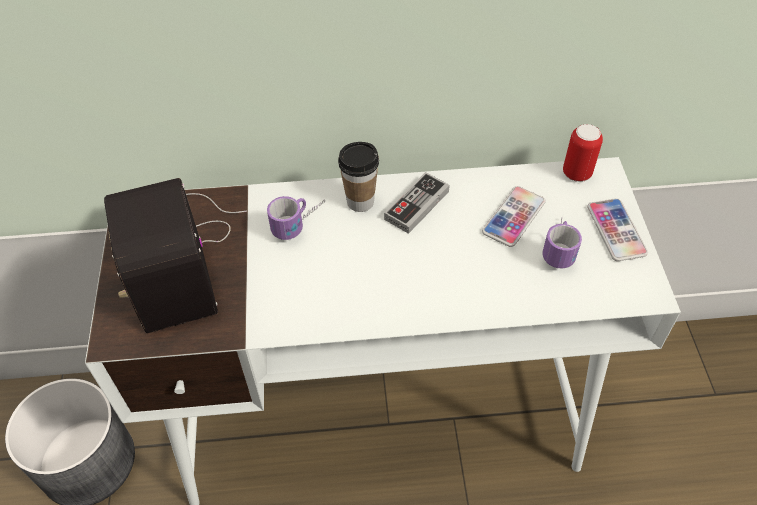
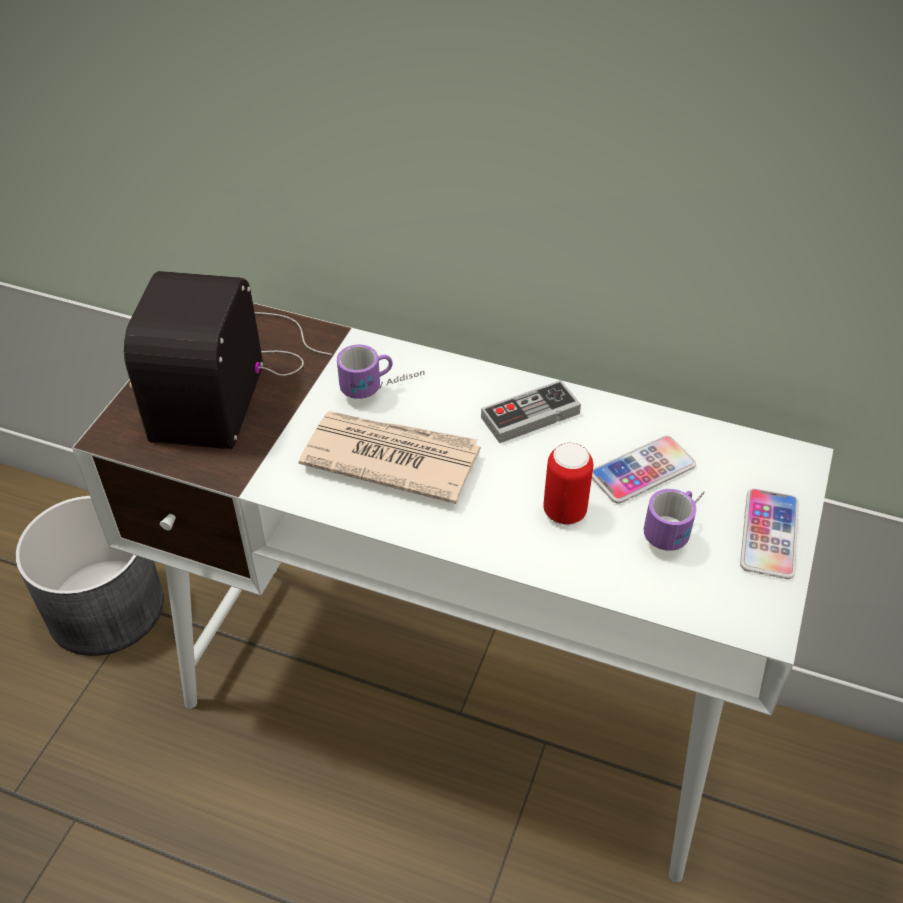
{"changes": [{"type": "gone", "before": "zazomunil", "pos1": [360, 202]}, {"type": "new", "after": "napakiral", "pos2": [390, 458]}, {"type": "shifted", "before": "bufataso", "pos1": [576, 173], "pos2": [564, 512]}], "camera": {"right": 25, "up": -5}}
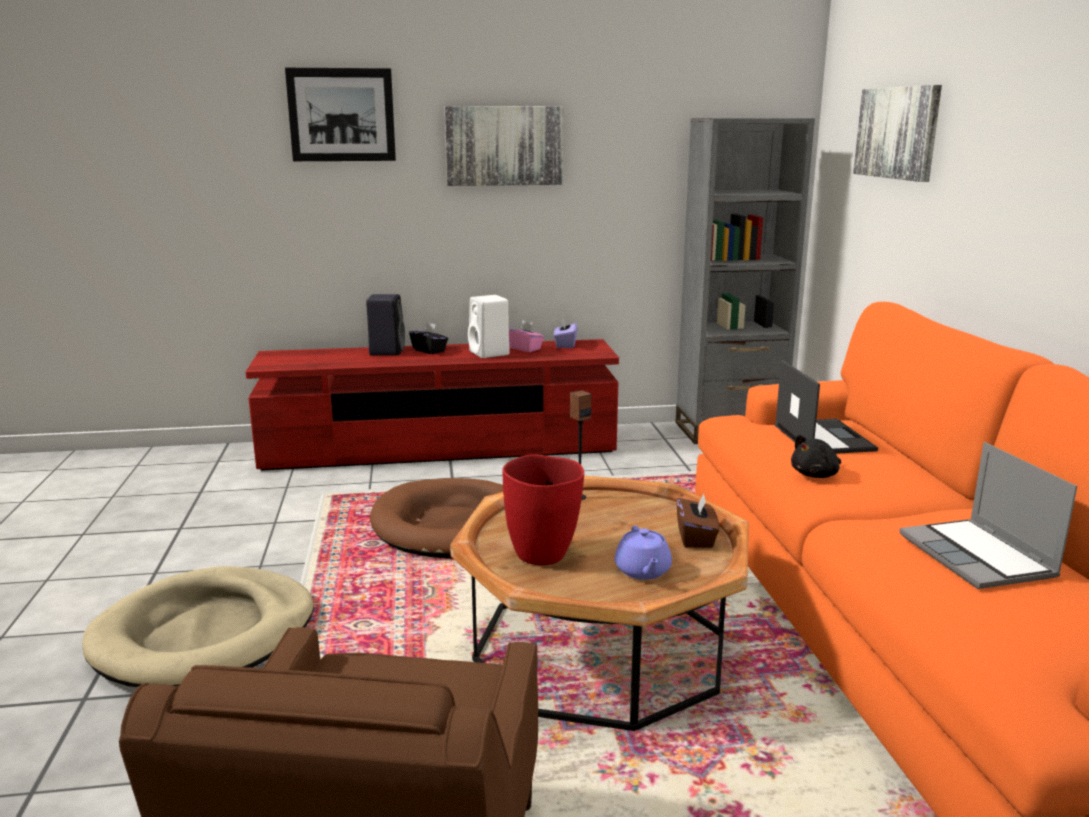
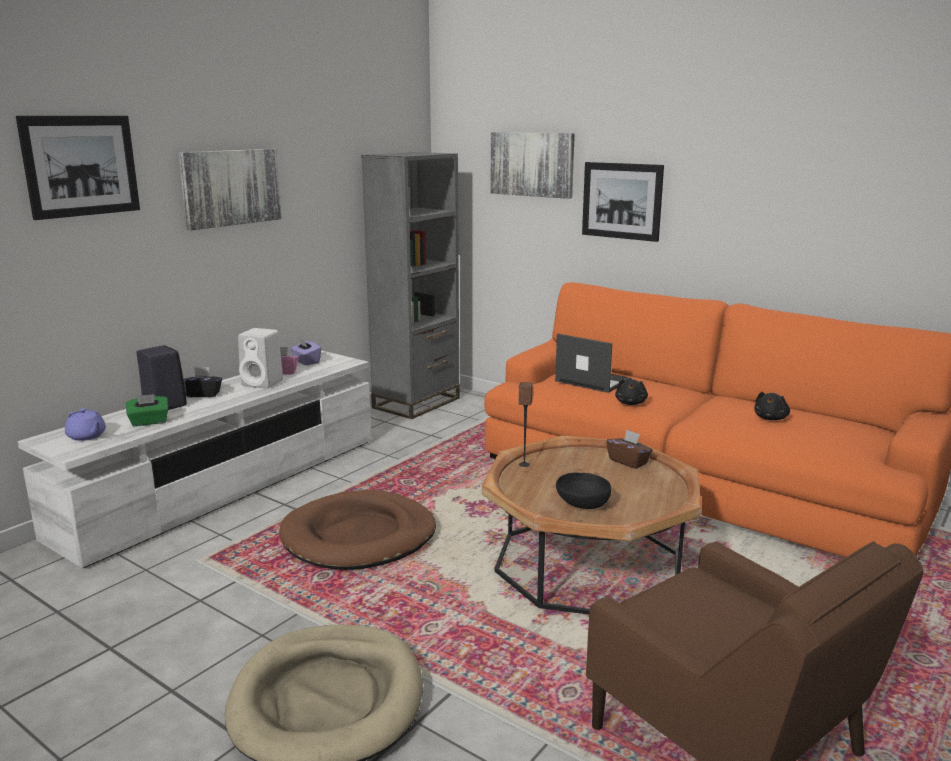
{"changes": [{"type": "new", "after": "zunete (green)", "pos2": [149, 422]}, {"type": "new", "after": "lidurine", "pos2": [621, 201]}, {"type": "shifted", "before": "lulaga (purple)", "pos1": [643, 571], "pos2": [87, 436]}, {"type": "swapped", "before": "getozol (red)", "after": "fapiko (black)", "pos1": [542, 554], "pos2": [582, 504]}, {"type": "swapped", "before": "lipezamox", "after": "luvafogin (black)", "pos1": [978, 557], "pos2": [771, 418]}, {"type": "repainted", "before": "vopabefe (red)", "after": "vopabefe (white)", "pos1": [440, 448], "pos2": [227, 486]}], "camera": {"right": -45, "up": 0}}
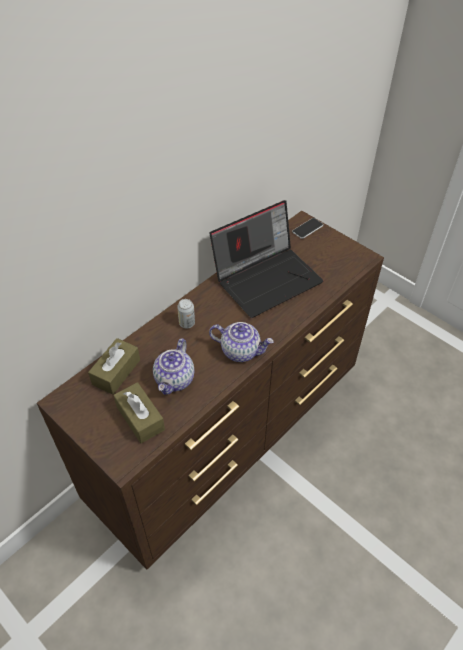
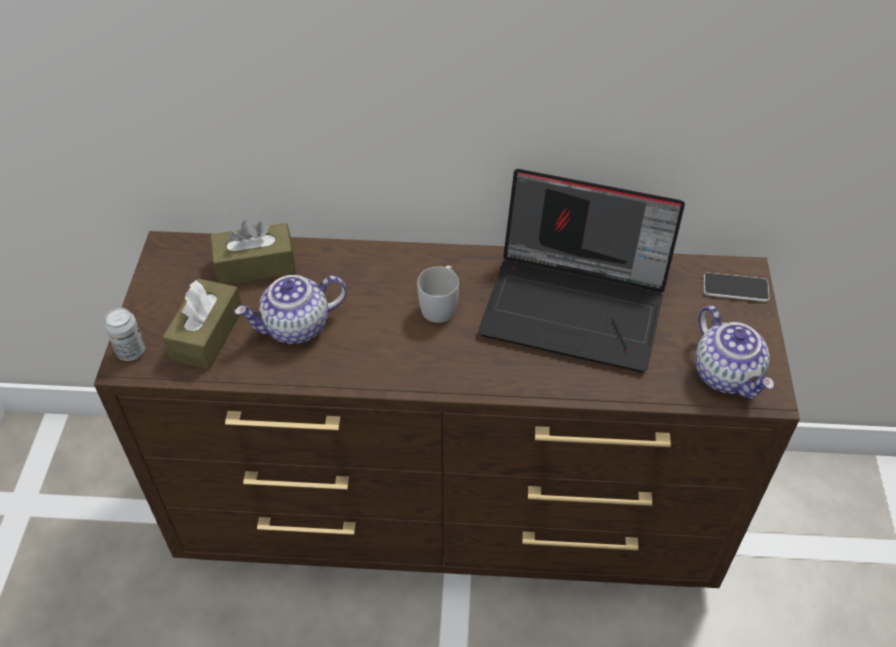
{"changes": [{"type": "new", "after": "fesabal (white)", "pos2": [441, 304]}, {"type": "shifted", "before": "bufataso", "pos1": [187, 323], "pos2": [131, 351]}, {"type": "shifted", "before": "lulaga", "pos1": [241, 351], "pos2": [727, 375]}], "camera": {"right": 50, "up": 0}}
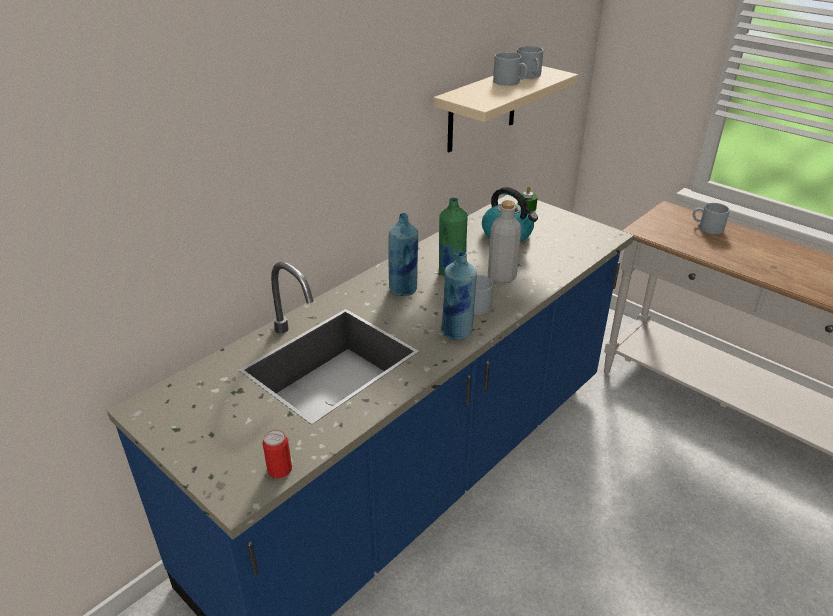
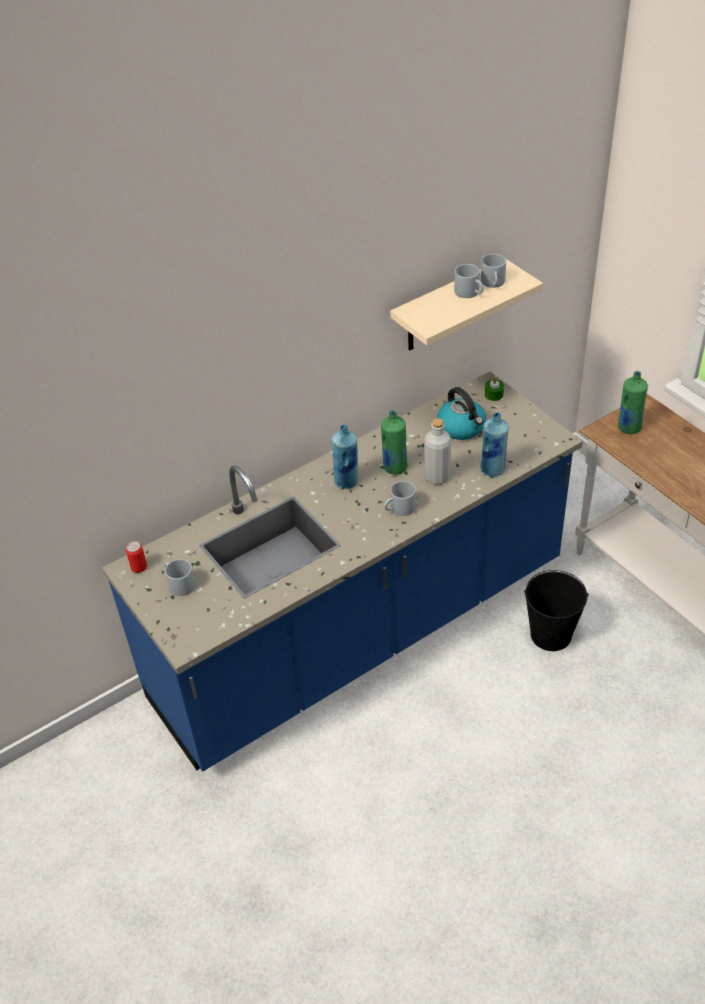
{"changes": [{"type": "new", "after": "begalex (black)", "pos2": [551, 635]}, {"type": "new", "after": "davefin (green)", "pos2": [628, 427]}, {"type": "shifted", "before": "bufataso", "pos1": [279, 470], "pos2": [139, 567]}, {"type": "shifted", "before": "davefin (blue)", "pos1": [457, 332], "pos2": [493, 469]}, {"type": "shifted", "before": "fesabal (grey)", "pos1": [706, 227], "pos2": [178, 584]}], "camera": {"right": 15, "up": 10}}
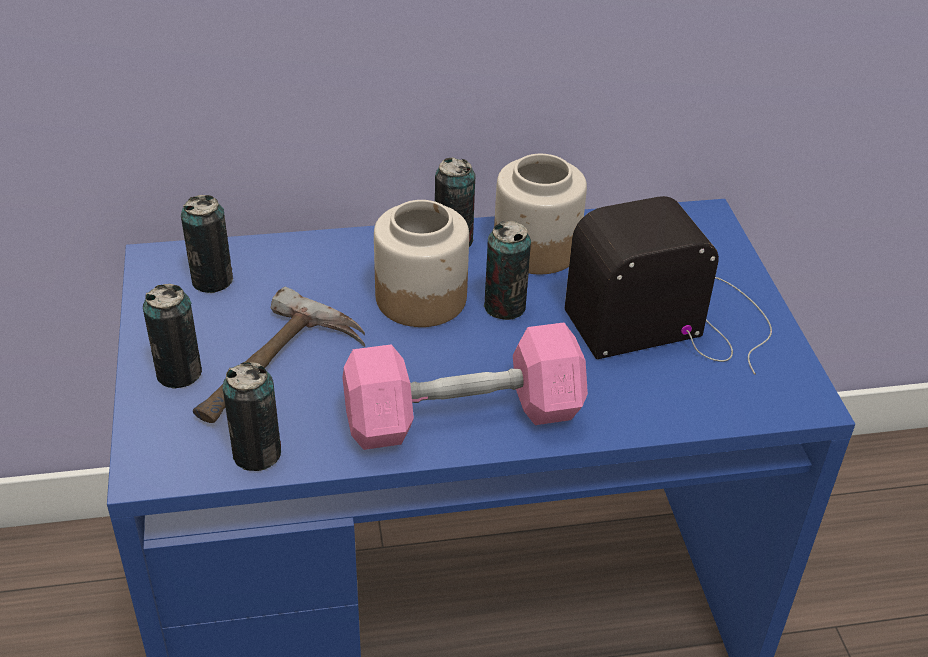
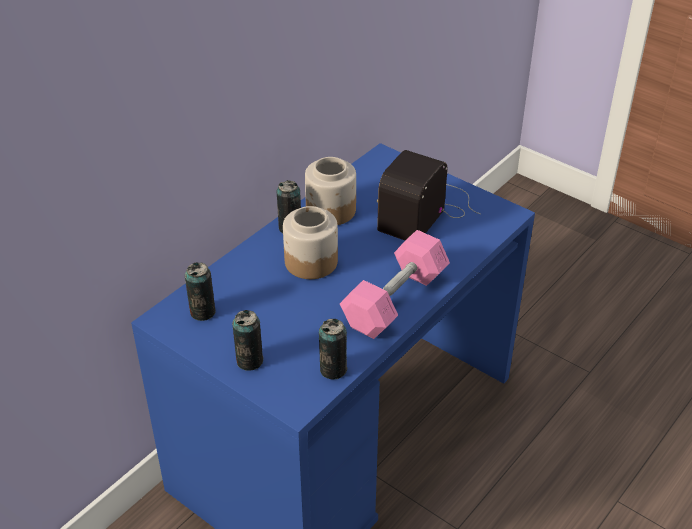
{"changes": [{"type": "gone", "before": "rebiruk", "pos1": [279, 372]}, {"type": "gone", "before": "bufataso", "pos1": [504, 307]}], "camera": {"right": -40, "up": 0}}
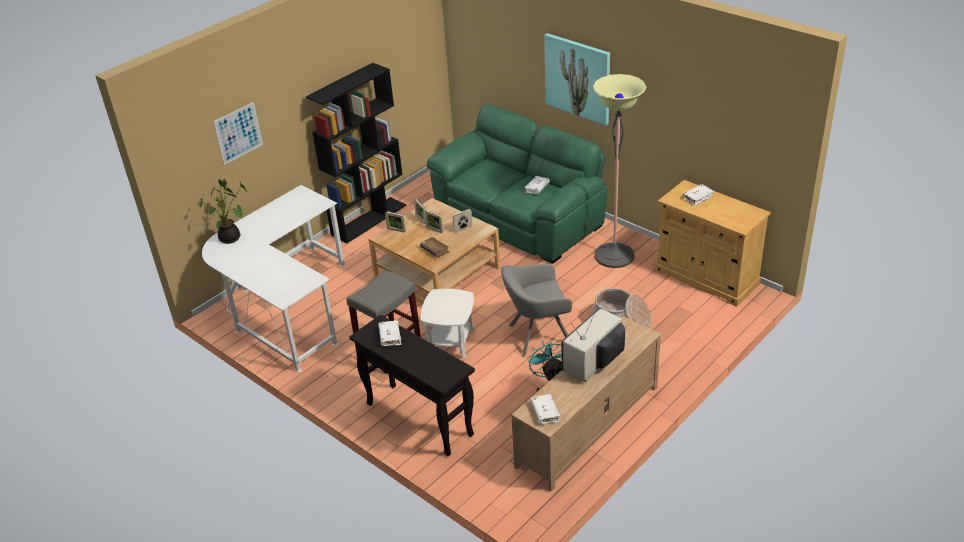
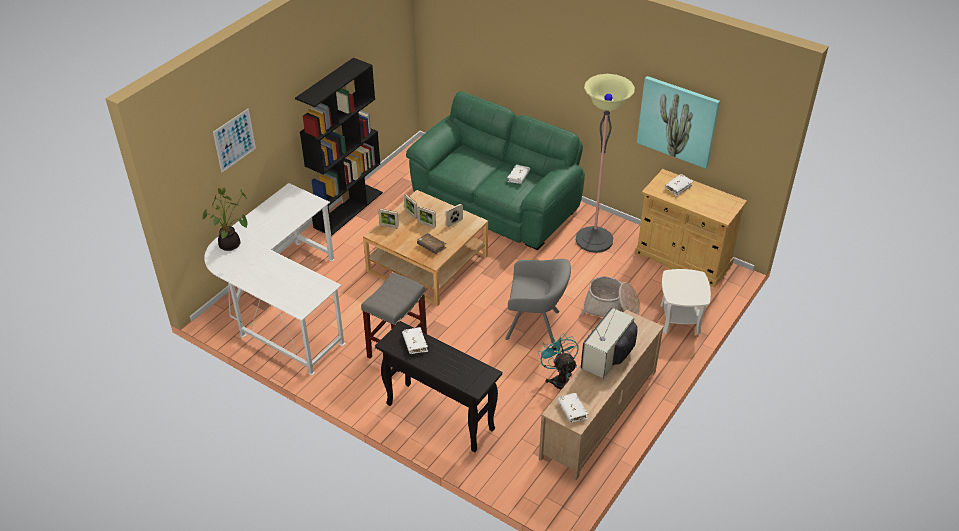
{"changes": [{"type": "shifted", "before": "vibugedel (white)", "pos1": [451, 343], "pos2": [680, 319]}, {"type": "shifted", "before": "lidurine", "pos1": [578, 78], "pos2": [678, 121]}, {"type": "rotated", "before": "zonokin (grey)", "pos1": [537, 335], "pos2": [536, 325], "turn": -150}], "camera": {"right": -10, "up": 5}}
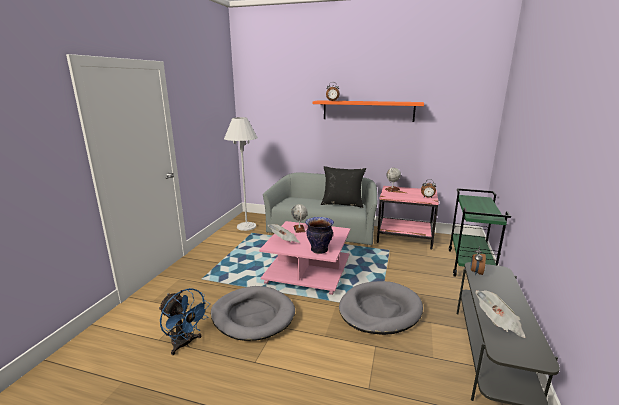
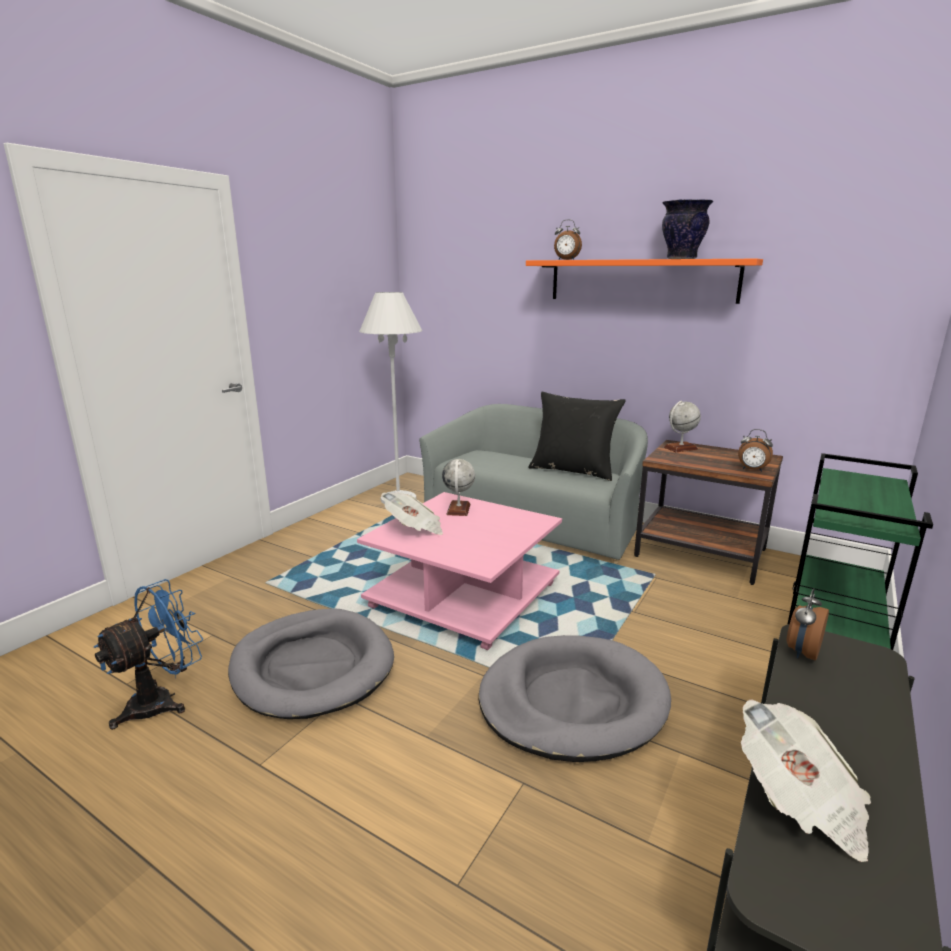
{"changes": [{"type": "shifted", "before": "getozol", "pos1": [319, 250], "pos2": [682, 259]}, {"type": "repainted", "before": "vibugedel (pink)", "after": "vibugedel (brown)", "pos1": [404, 237], "pos2": [701, 553]}, {"type": "rotated", "before": "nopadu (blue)", "pos1": [185, 344], "pos2": [162, 701], "turn": -105}], "camera": {"right": 15, "up": 0}}
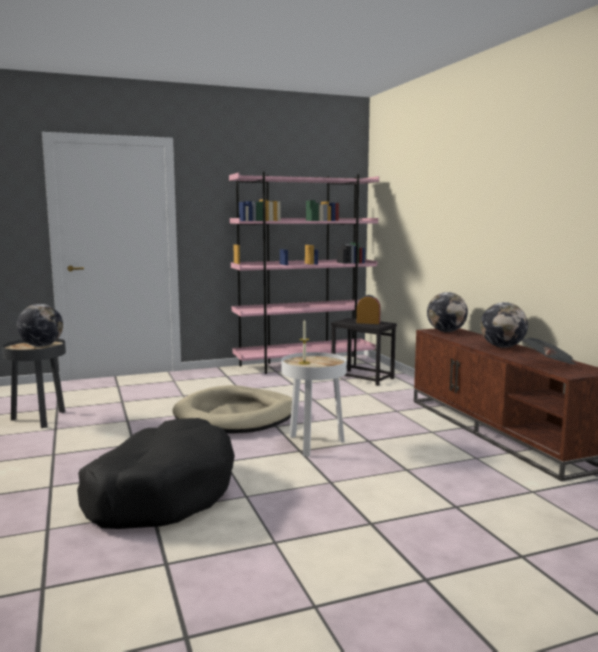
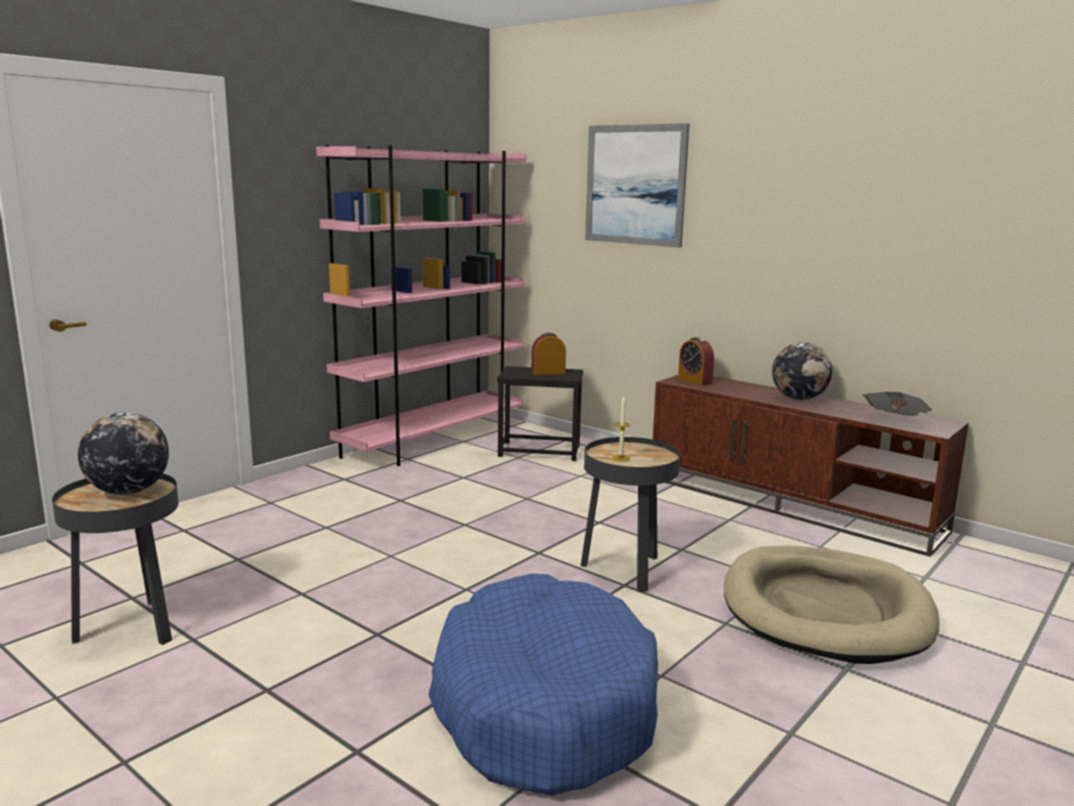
{"changes": [{"type": "new", "after": "lidurine", "pos2": [635, 185]}, {"type": "shifted", "before": "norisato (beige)", "pos1": [236, 416], "pos2": [825, 610]}, {"type": "swapped", "before": "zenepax", "after": "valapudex", "pos1": [446, 331], "pos2": [695, 381]}, {"type": "repainted", "before": "norisato (black)", "after": "norisato (blue)", "pos1": [160, 492], "pos2": [543, 706]}, {"type": "repainted", "before": "vibugedel (white)", "after": "vibugedel (black)", "pos1": [314, 444], "pos2": [626, 570]}], "camera": {"right": -30, "up": 5}}
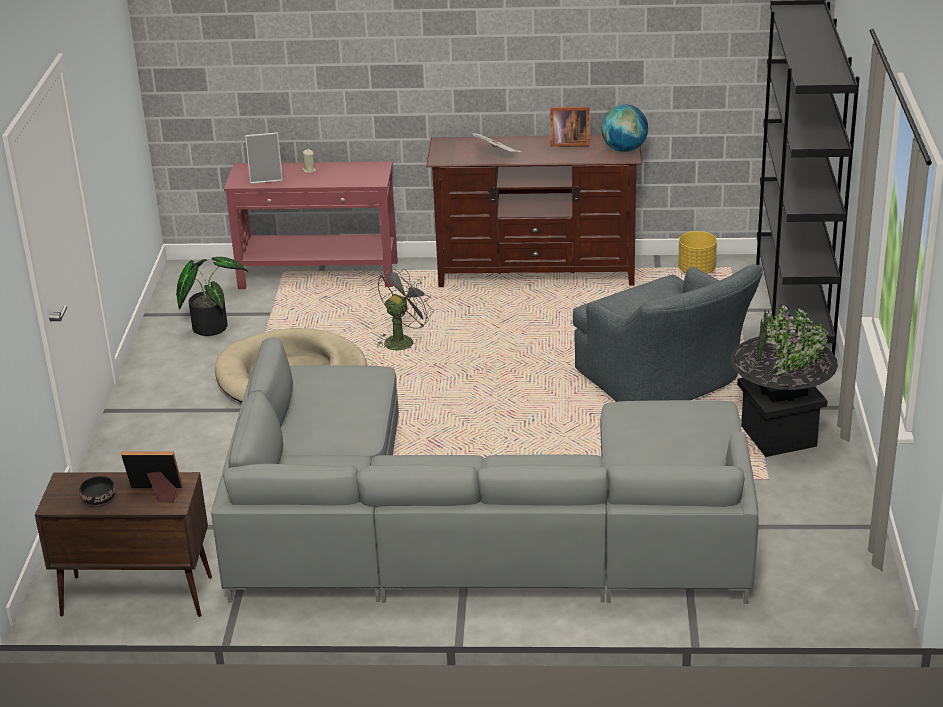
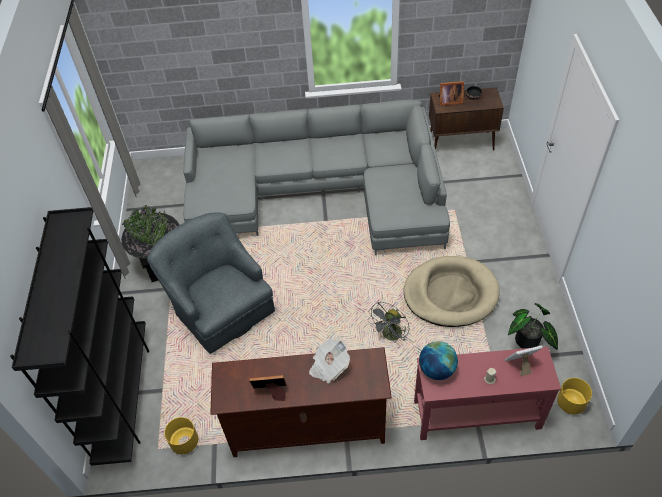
{"changes": [{"type": "new", "after": "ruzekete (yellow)", "pos2": [570, 403]}, {"type": "shifted", "before": "zenepax", "pos1": [624, 149], "pos2": [436, 369]}], "camera": {"right": 175, "up": 20}}
